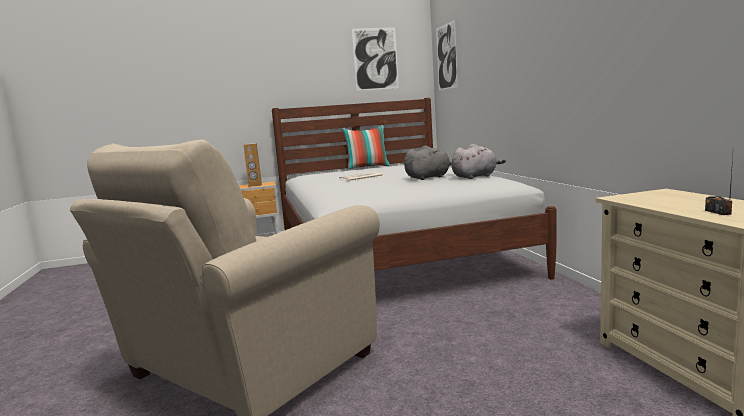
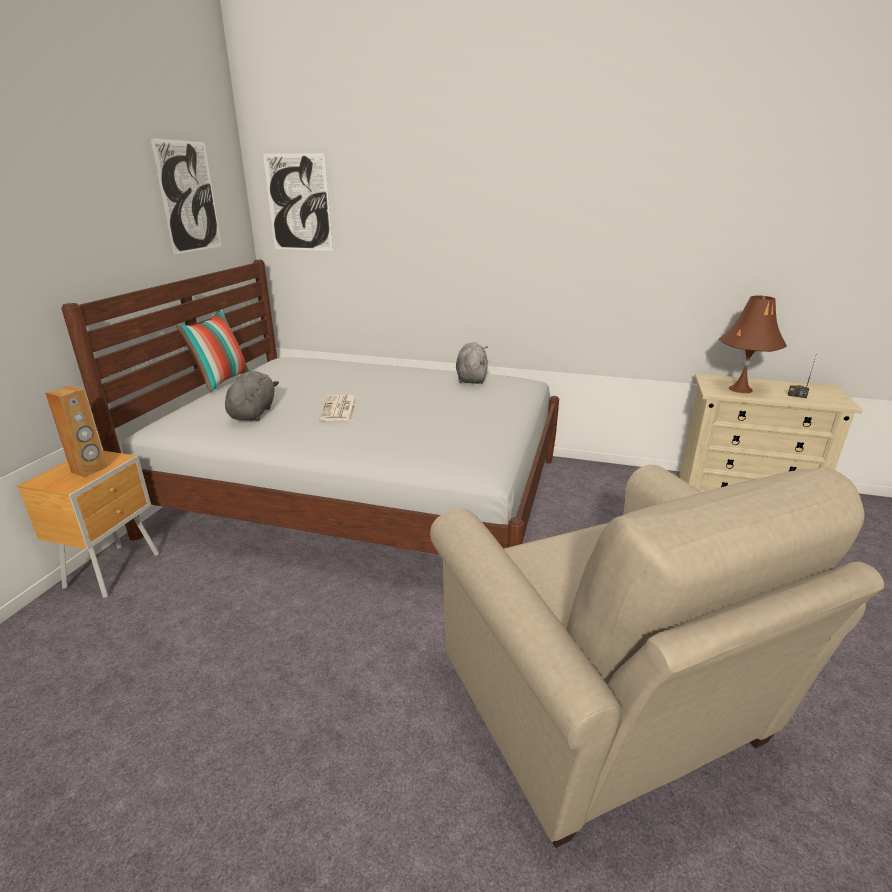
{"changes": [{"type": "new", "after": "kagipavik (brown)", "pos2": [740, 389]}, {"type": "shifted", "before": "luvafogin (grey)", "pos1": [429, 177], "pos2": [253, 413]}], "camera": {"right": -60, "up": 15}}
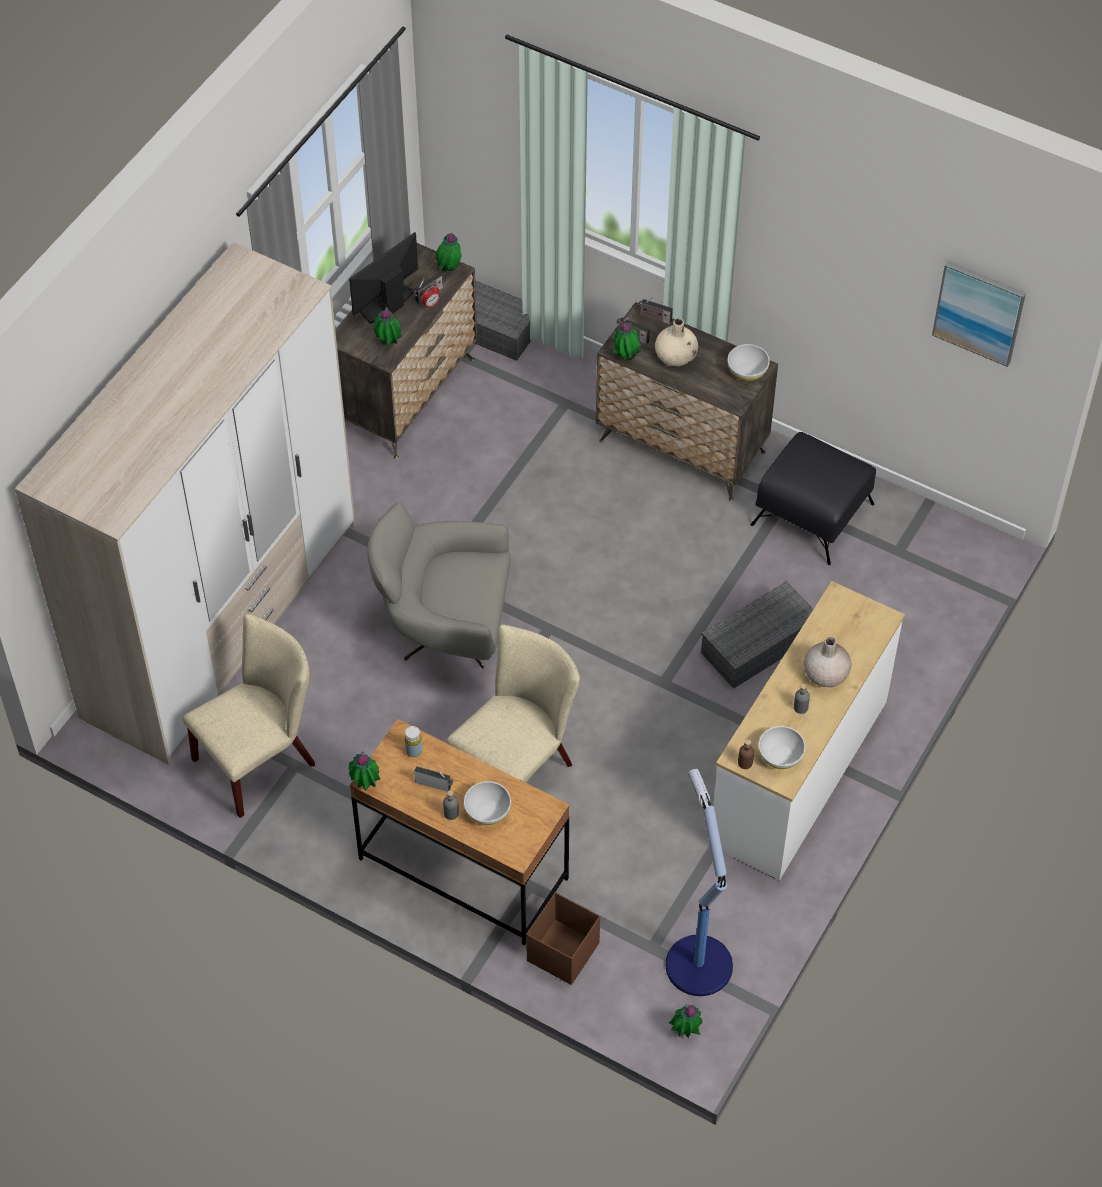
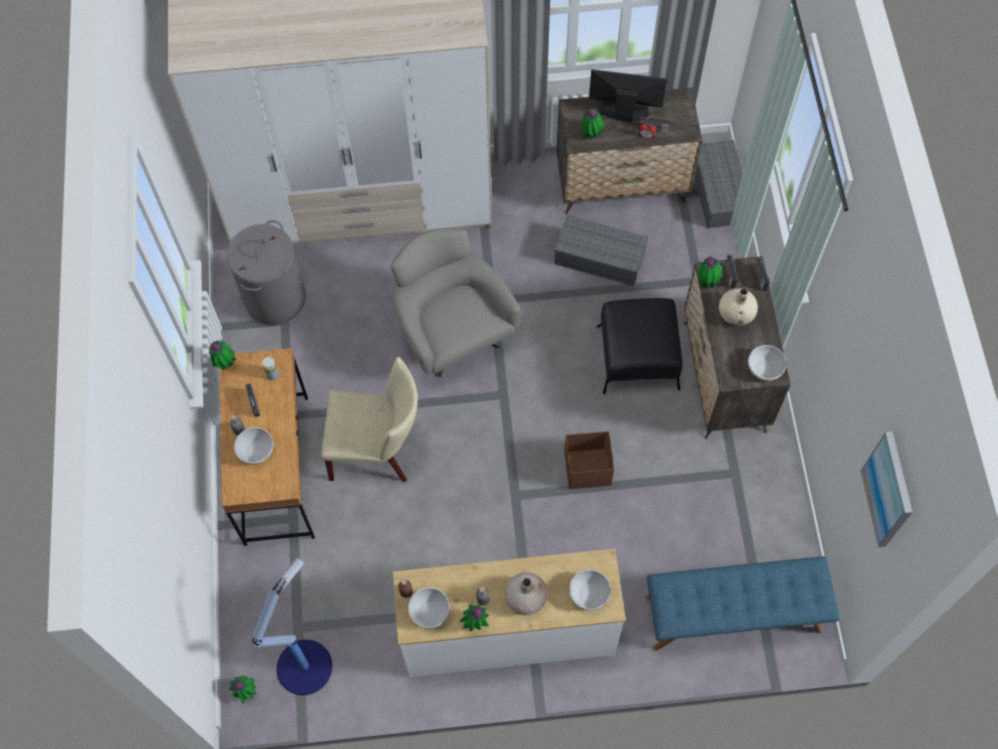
{"changes": [{"type": "new", "after": "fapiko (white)", "pos2": [589, 594]}, {"type": "new", "after": "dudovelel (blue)", "pos2": [733, 615]}, {"type": "shifted", "before": "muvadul", "pos1": [449, 270], "pos2": [475, 624]}, {"type": "shifted", "before": "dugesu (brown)", "pos1": [562, 953], "pos2": [586, 468]}, {"type": "shifted", "before": "dugesu (grey)", "pos1": [759, 643], "pos2": [601, 257]}, {"type": "shifted", "before": "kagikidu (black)", "pos1": [813, 515], "pos2": [637, 358]}, {"type": "swapped", "before": "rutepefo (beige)", "after": "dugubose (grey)", "pos1": [261, 758], "pos2": [275, 298]}], "camera": {"right": 55, "up": 10}}
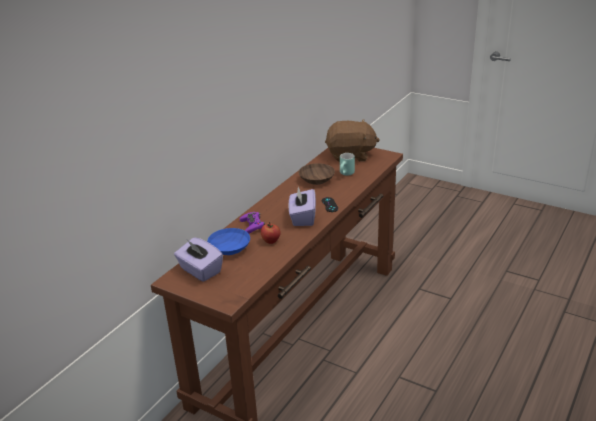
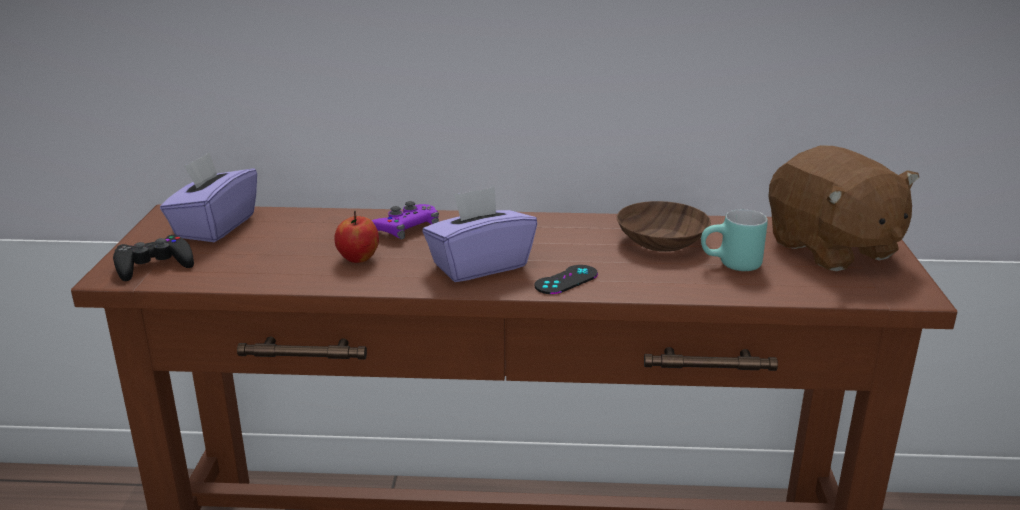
{"changes": [{"type": "gone", "before": "fapiko (blue)", "pos1": [229, 249]}, {"type": "new", "after": "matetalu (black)", "pos2": [154, 265]}], "camera": {"right": 60, "up": -5}}
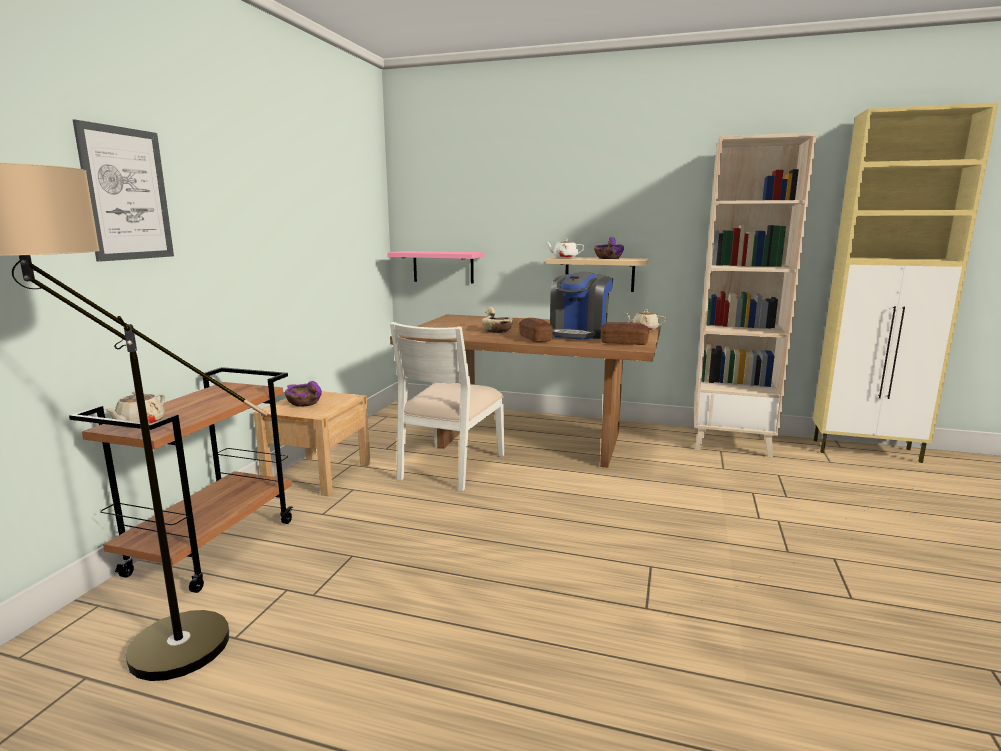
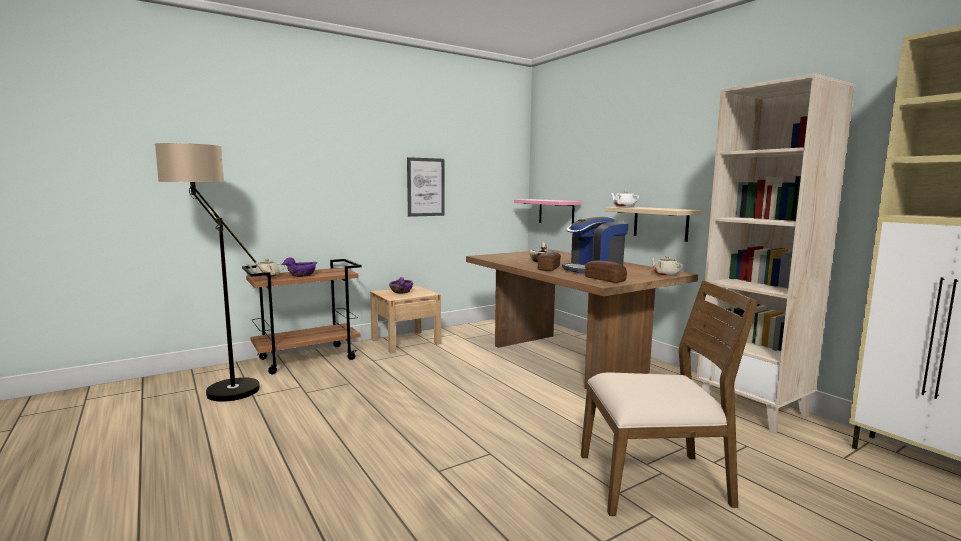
{"changes": [{"type": "gone", "before": "rutepefo (white)", "pos1": [450, 466]}, {"type": "new", "after": "rutepefo (brown)", "pos2": [655, 481]}, {"type": "shifted", "before": "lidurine", "pos1": [126, 194], "pos2": [425, 187]}, {"type": "shifted", "before": "fapiko (purple)", "pos1": [608, 258], "pos2": [302, 275]}], "camera": {"right": 40, "up": -5}}
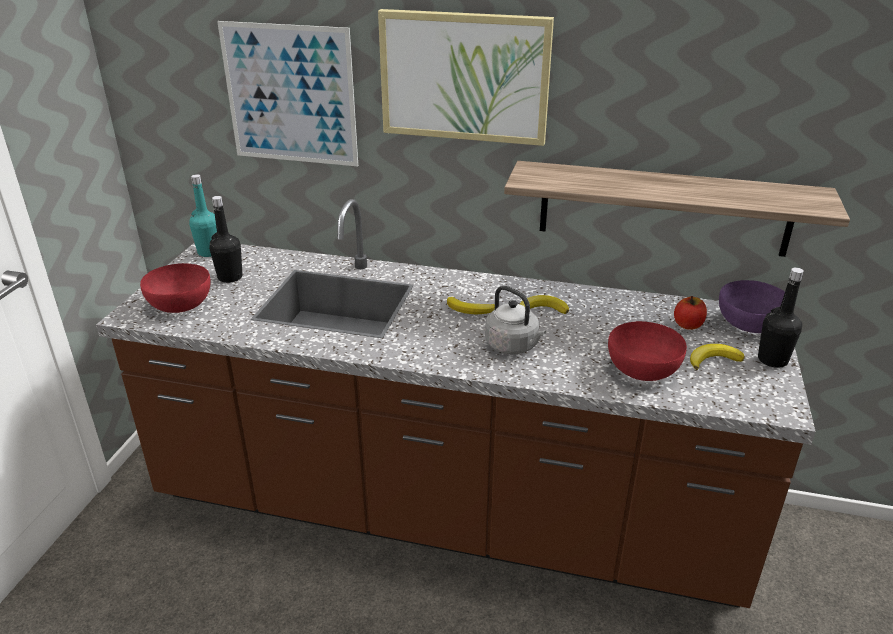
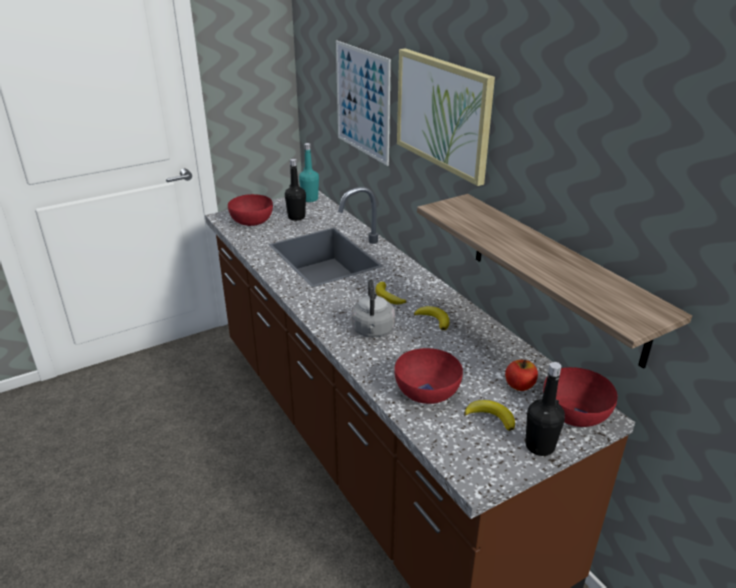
{"changes": [{"type": "repainted", "before": "fapiko (purple)", "after": "fapiko (red)", "pos1": [748, 323], "pos2": [575, 412]}], "camera": {"right": 45, "up": 0}}
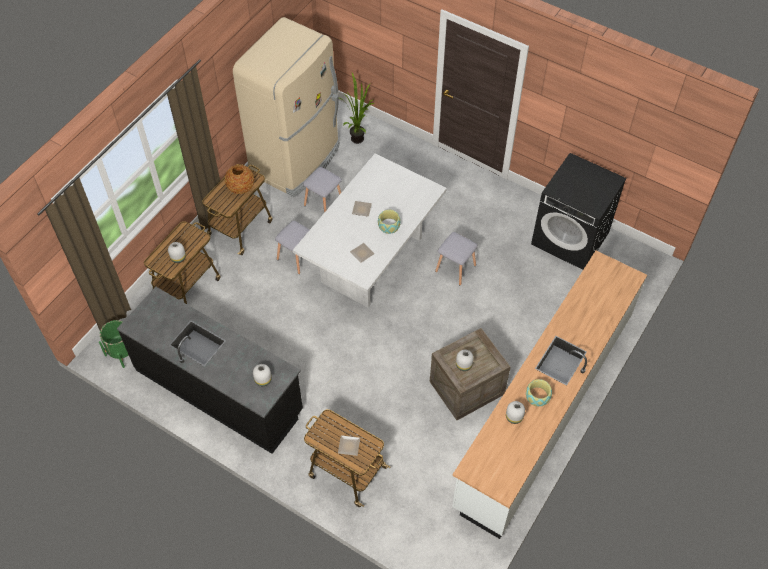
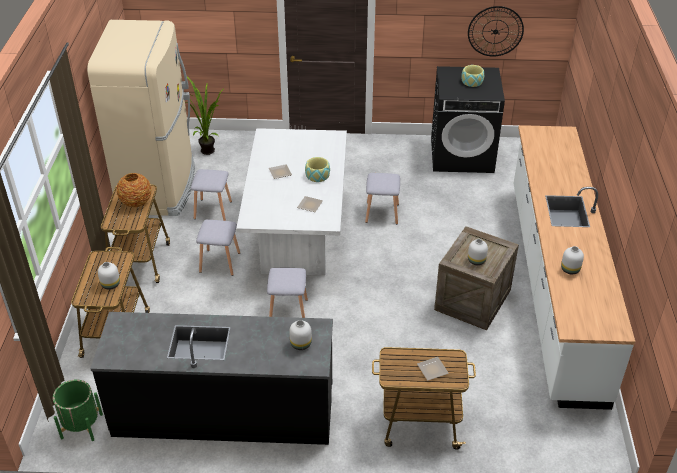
{"changes": [{"type": "new", "after": "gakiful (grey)", "pos2": [287, 312]}, {"type": "new", "after": "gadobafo", "pos2": [495, 31]}, {"type": "shifted", "before": "fapiko", "pos1": [537, 396], "pos2": [472, 81]}], "camera": {"right": -30, "up": -15}}
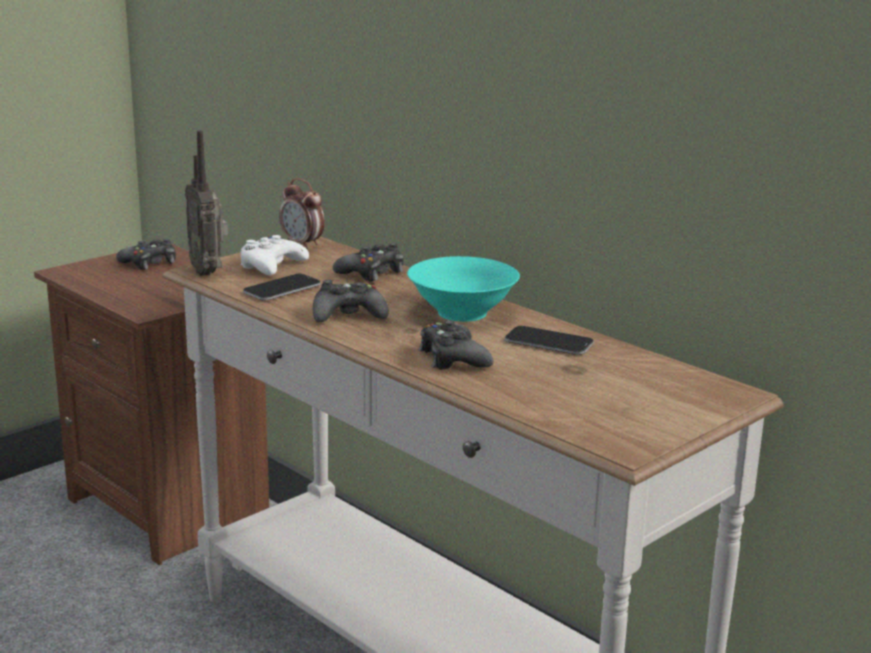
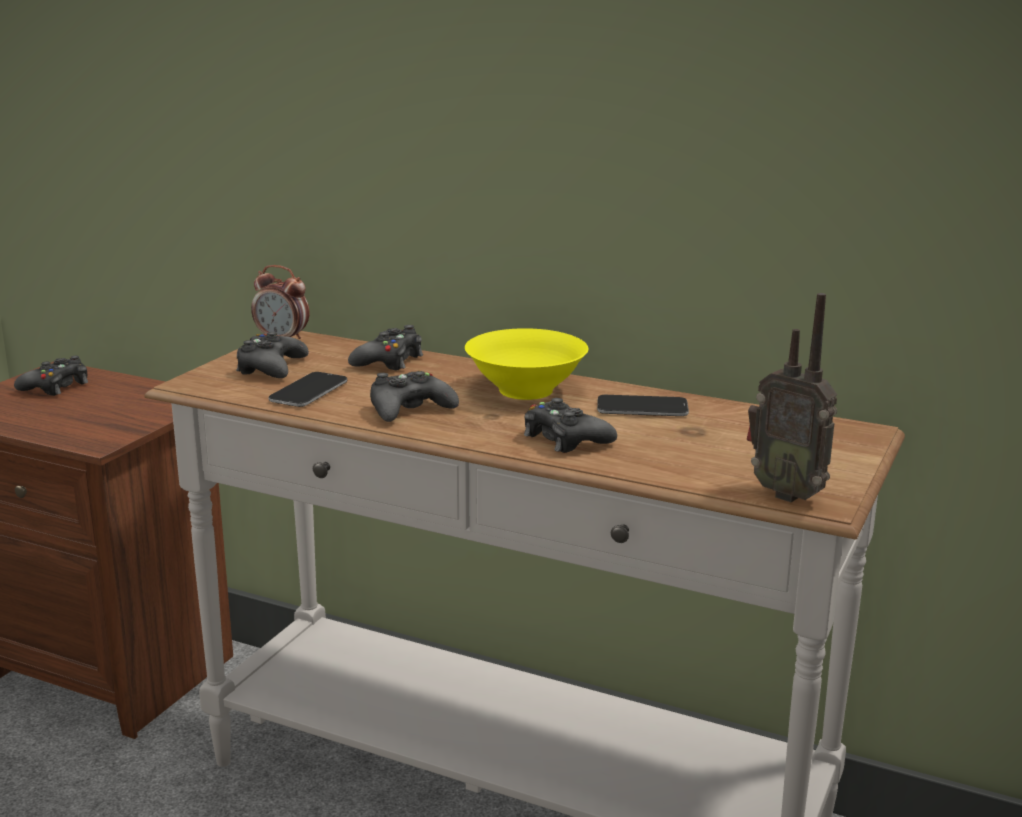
{"changes": [{"type": "shifted", "before": "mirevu", "pos1": [209, 272], "pos2": [787, 493]}, {"type": "repainted", "before": "matetalu (white)", "after": "matetalu (black)", "pos1": [272, 266], "pos2": [271, 368]}, {"type": "repainted", "before": "fapiko (turquoise)", "after": "fapiko (yellow)", "pos1": [461, 313], "pos2": [524, 390]}], "camera": {"right": -20, "up": 0}}
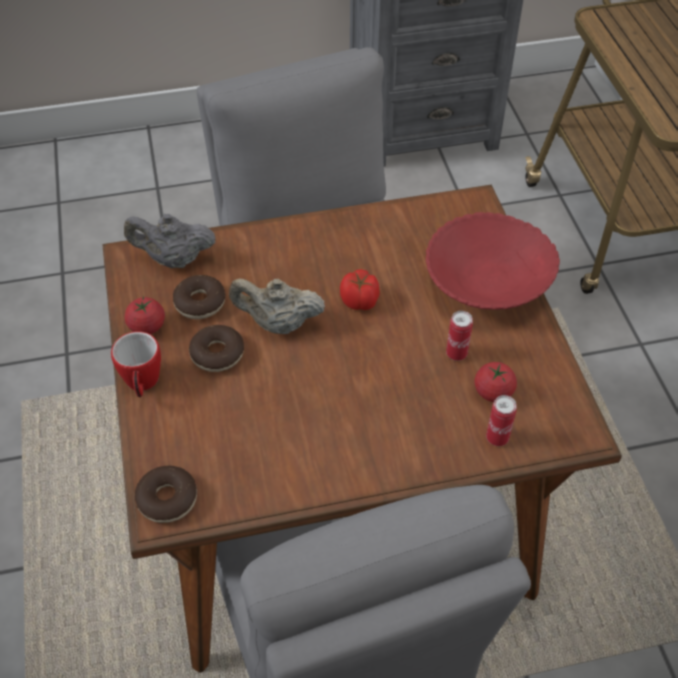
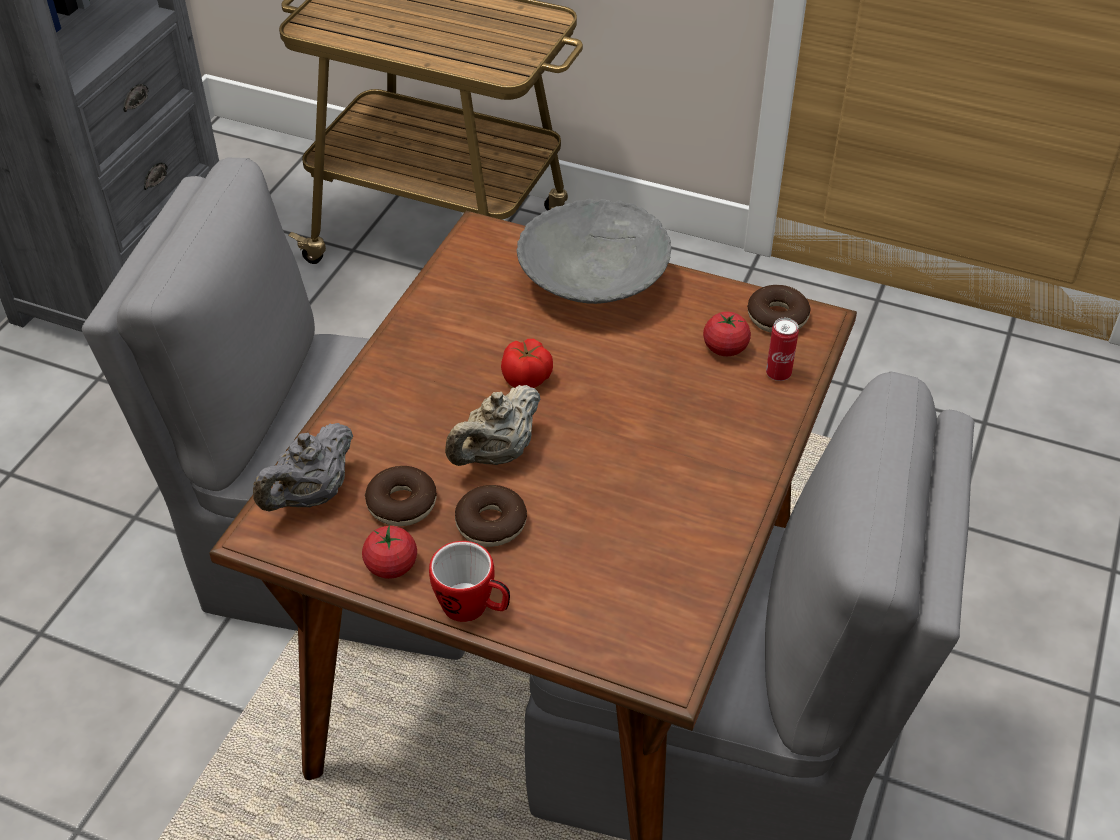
{"changes": [{"type": "gone", "before": "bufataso", "pos1": [456, 353]}, {"type": "shifted", "before": "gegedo", "pos1": [167, 499], "pos2": [777, 317]}, {"type": "repainted", "before": "fapiko (red)", "after": "fapiko (grey)", "pos1": [487, 284], "pos2": [593, 282]}], "camera": {"right": -55, "up": -5}}
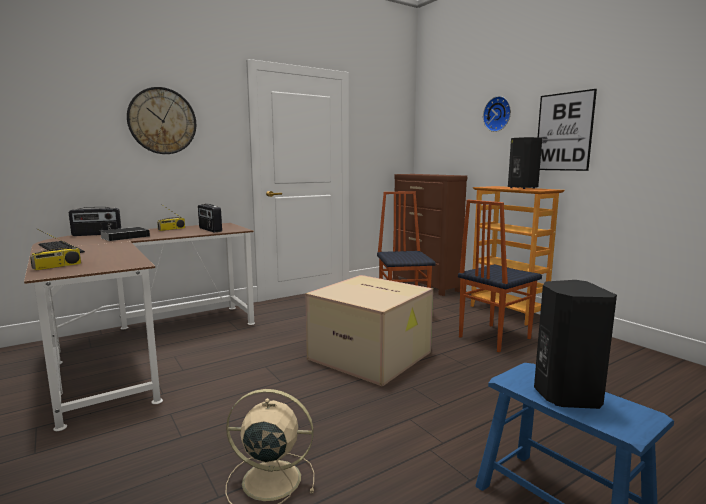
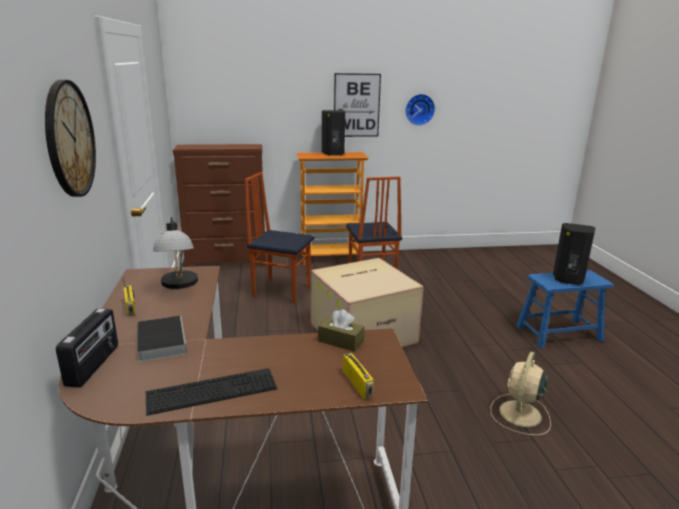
{"changes": [{"type": "new", "after": "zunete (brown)", "pos2": [341, 341]}, {"type": "shifted", "before": "gadobafo", "pos1": [498, 114], "pos2": [419, 109]}, {"type": "swapped", "before": "mirevu", "after": "kagipavik", "pos1": [209, 230], "pos2": [179, 286]}], "camera": {"right": -65, "up": 10}}
